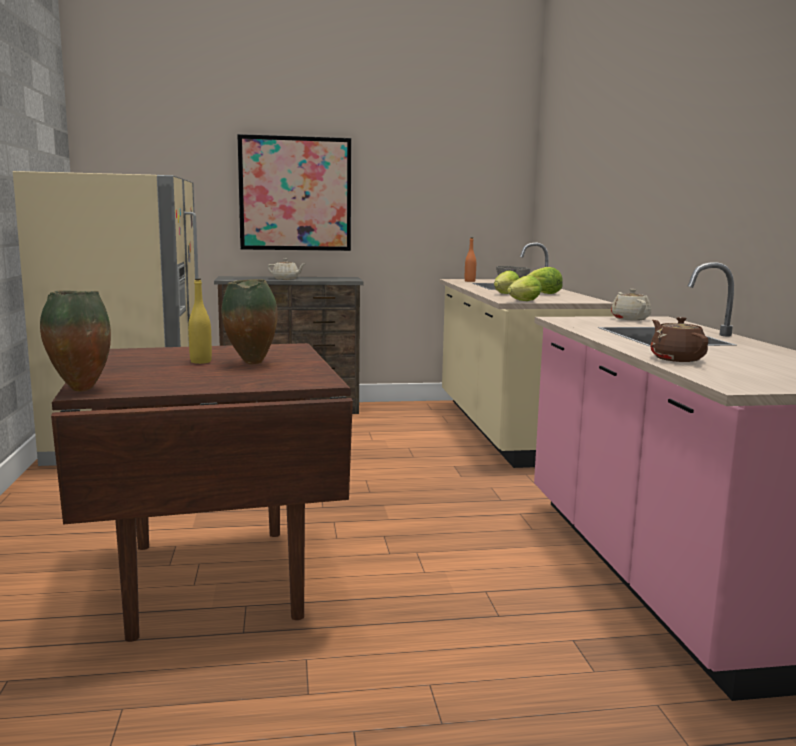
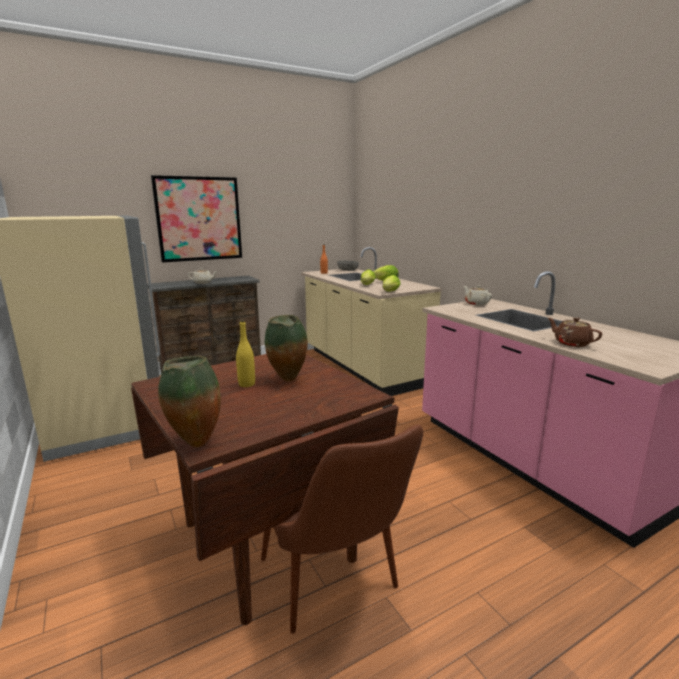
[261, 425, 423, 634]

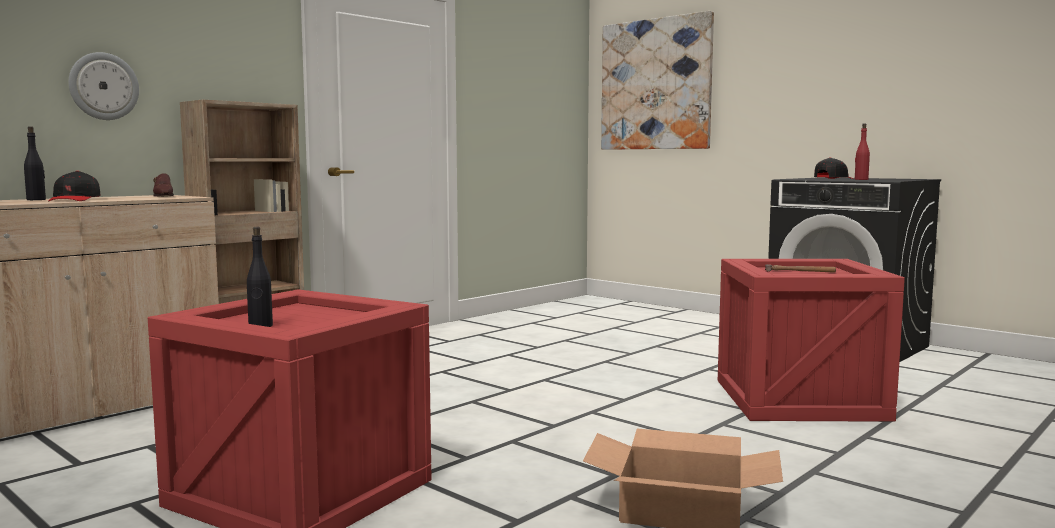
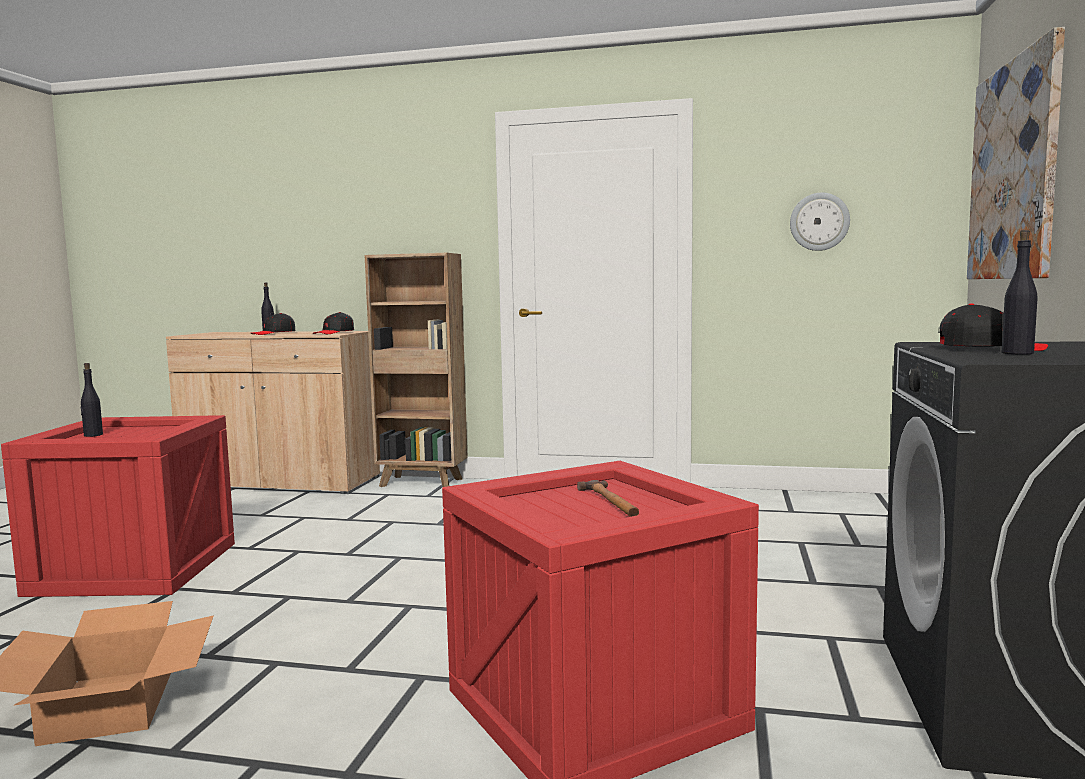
[313, 312, 354, 334]
[790, 193, 850, 251]
[1002, 230, 1037, 354]

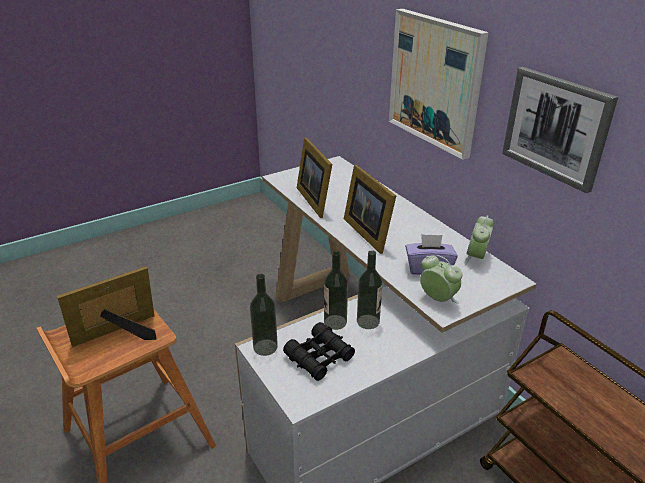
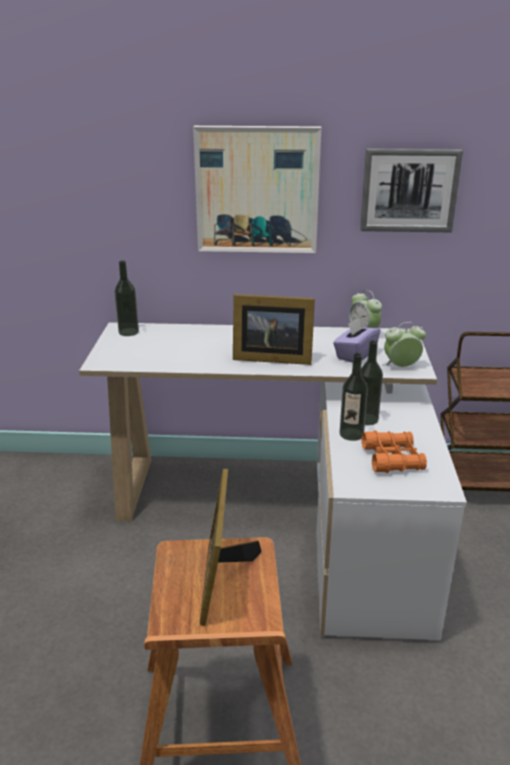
[115, 260, 139, 336]
[361, 430, 427, 473]
[297, 138, 332, 218] (first image)

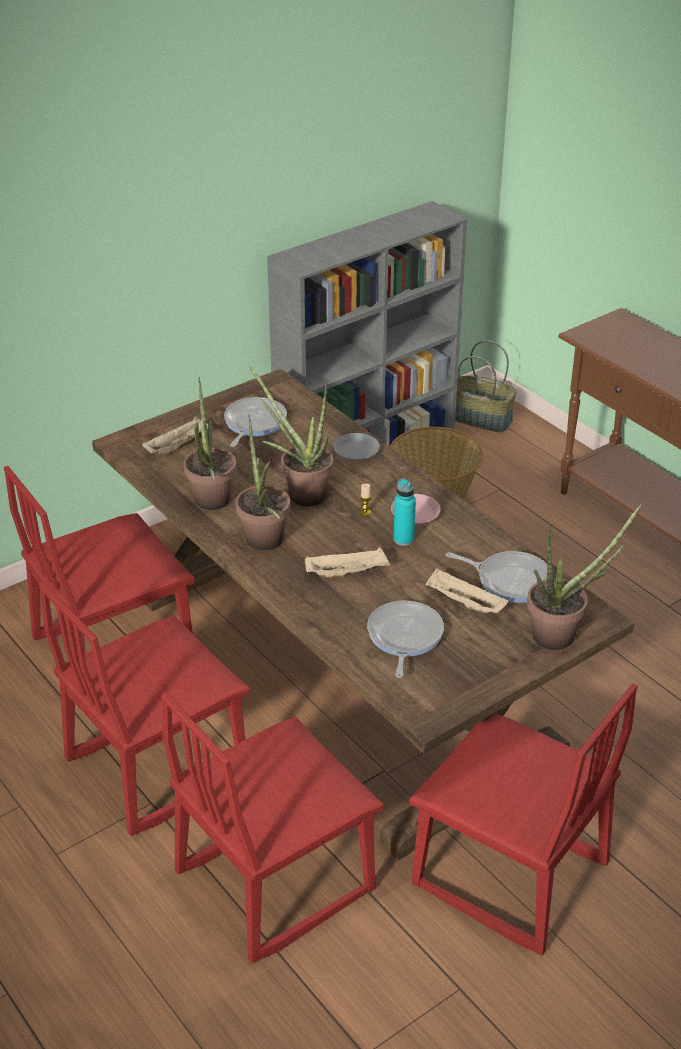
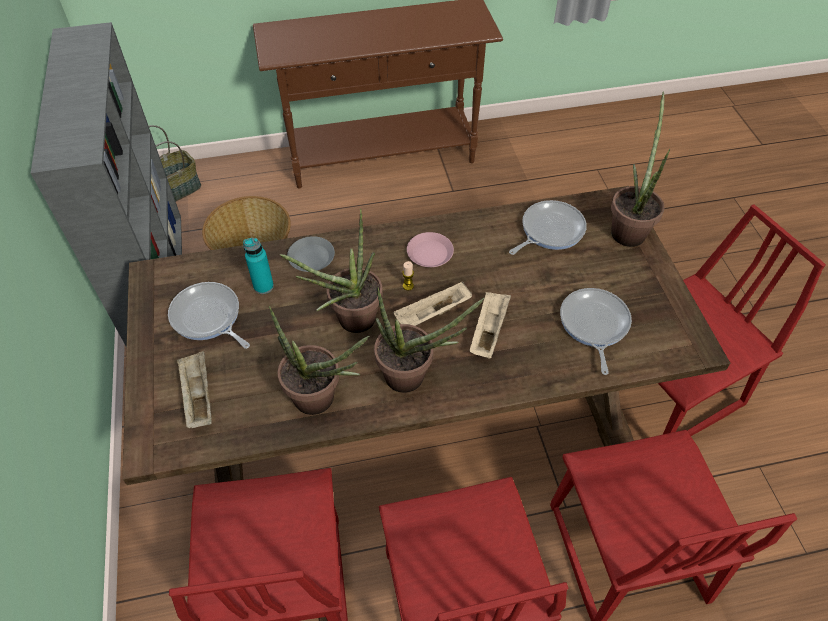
[243, 238, 274, 294]
[393, 281, 472, 326]
[560, 288, 632, 375]

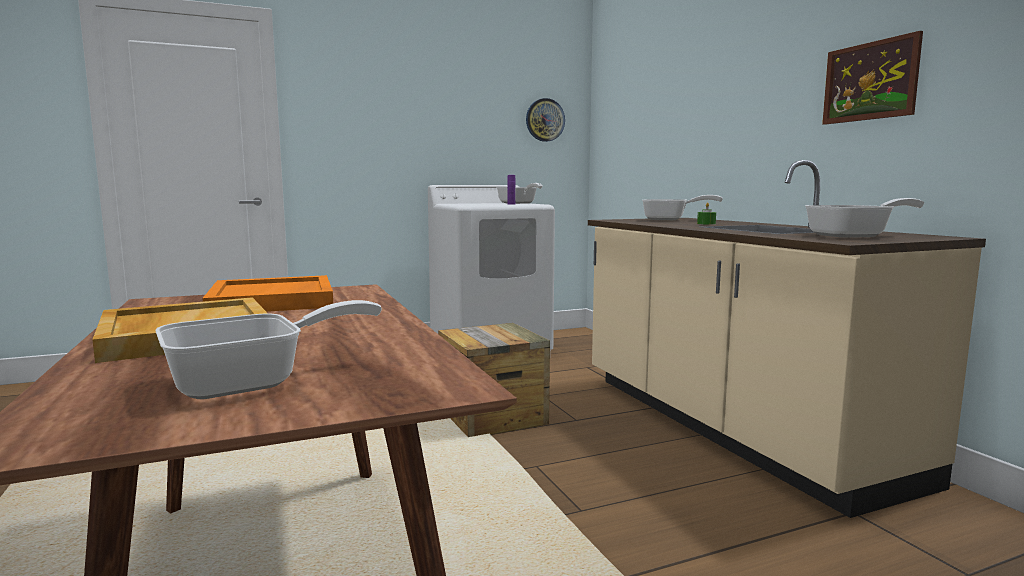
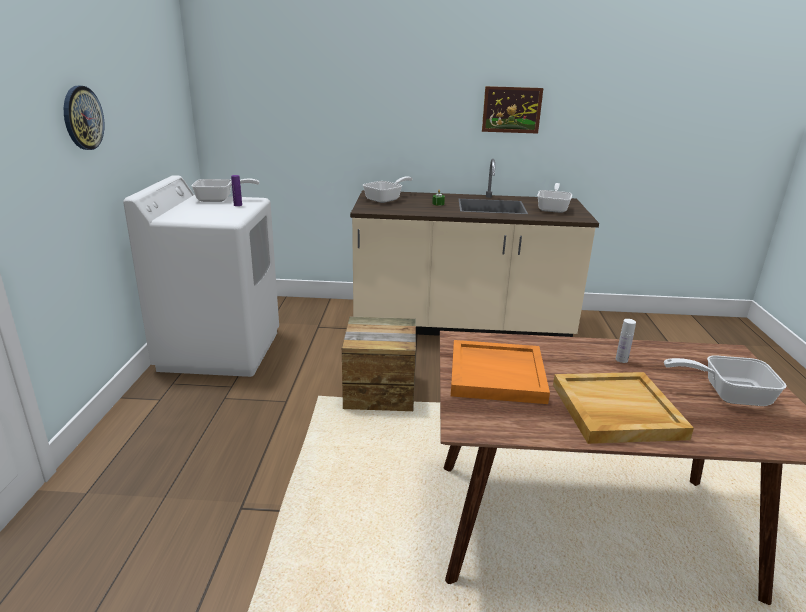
[64, 86, 105, 150]
[616, 319, 636, 363]
[664, 355, 787, 406]

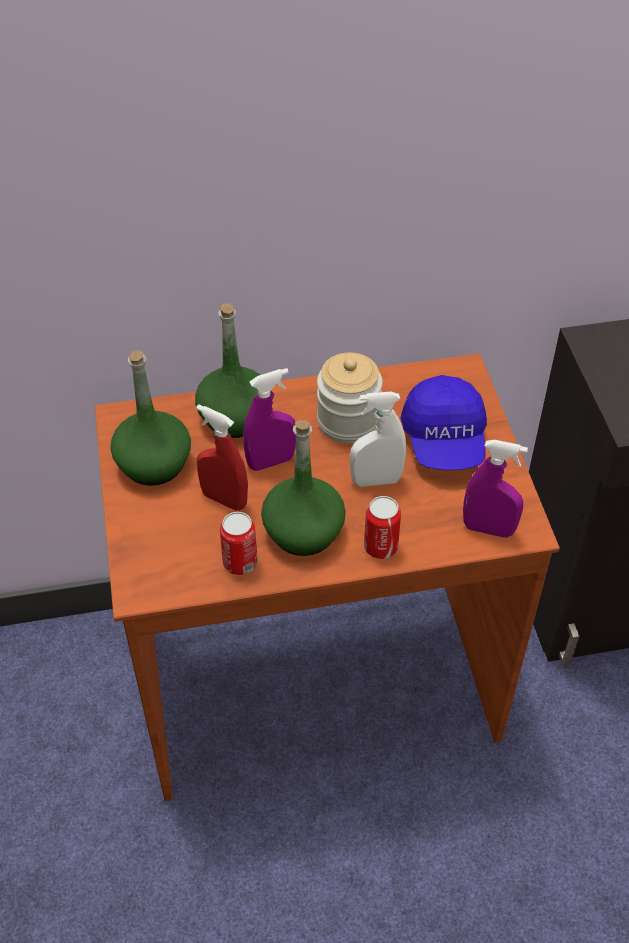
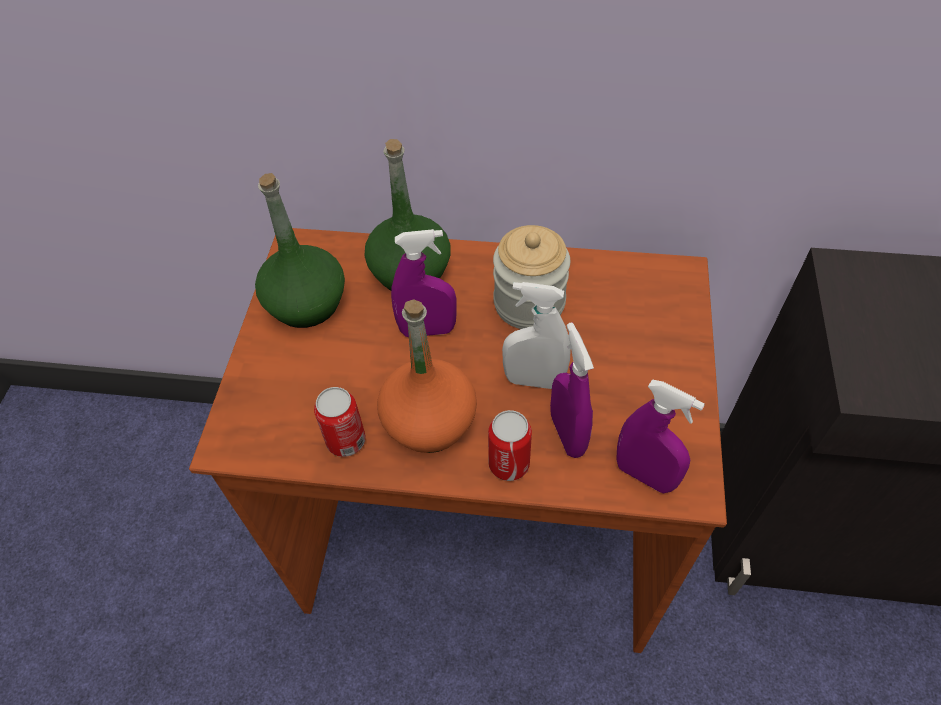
[377, 299, 477, 453]
[550, 322, 594, 458]
[196, 404, 248, 511] (first image)
[400, 375, 487, 470] (first image)

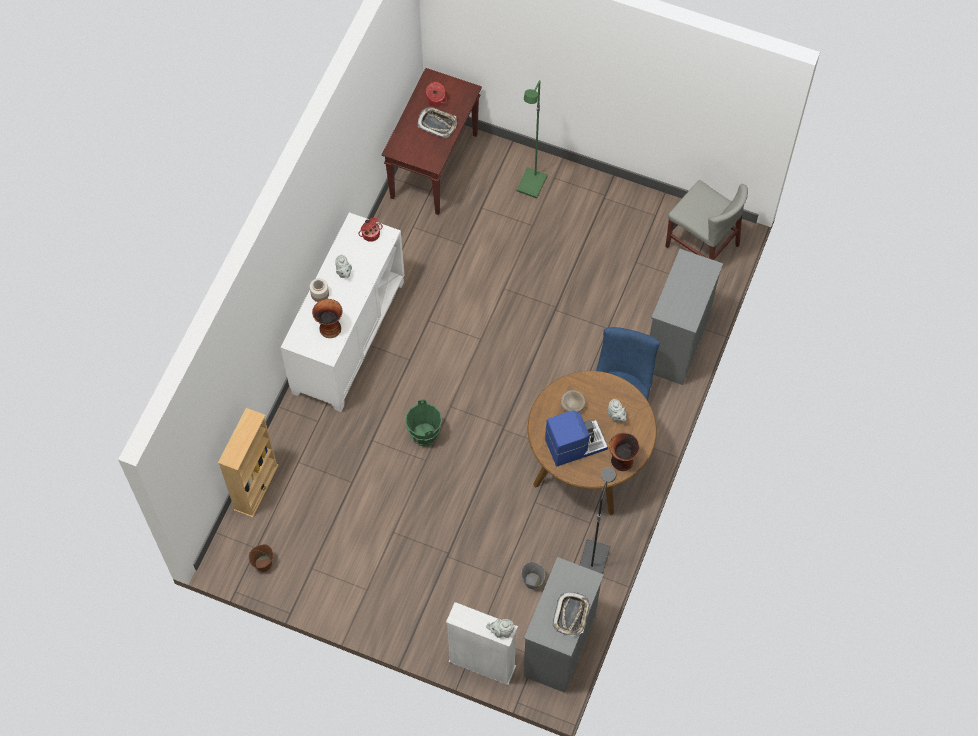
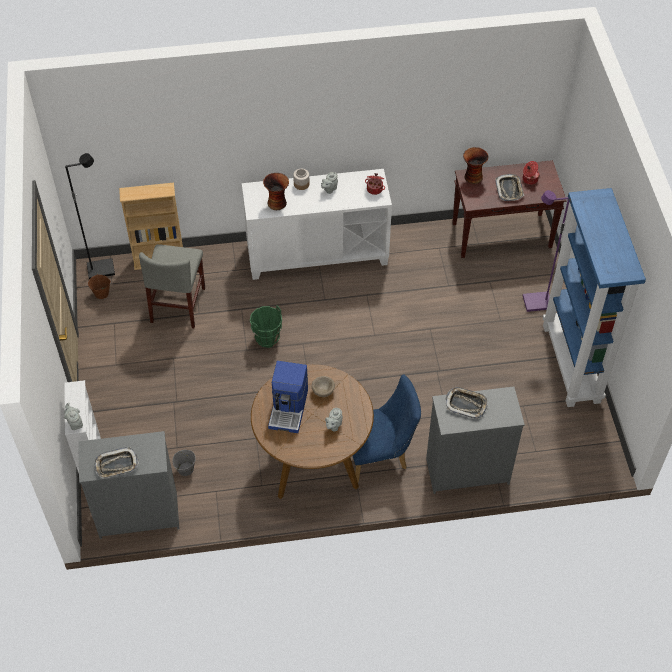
[65, 153, 115, 279]
[139, 244, 205, 328]
[268, 361, 308, 433]
[446, 387, 488, 419]
[463, 147, 488, 184]
[523, 190, 569, 312]
[543, 188, 646, 407]

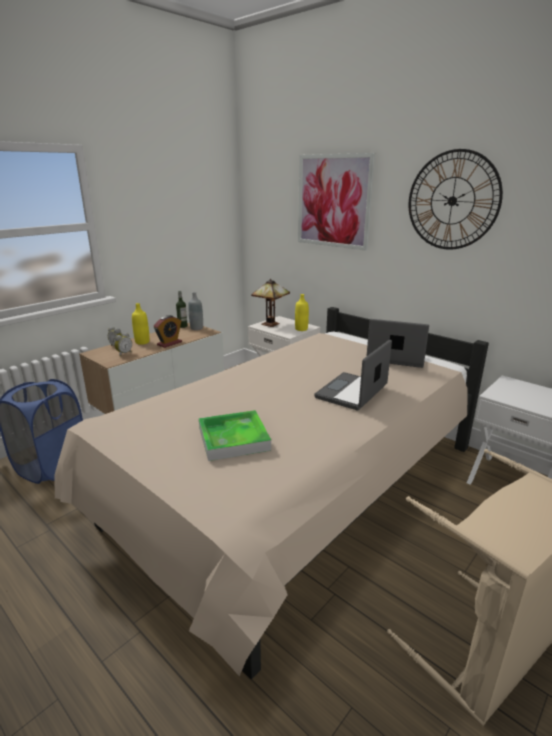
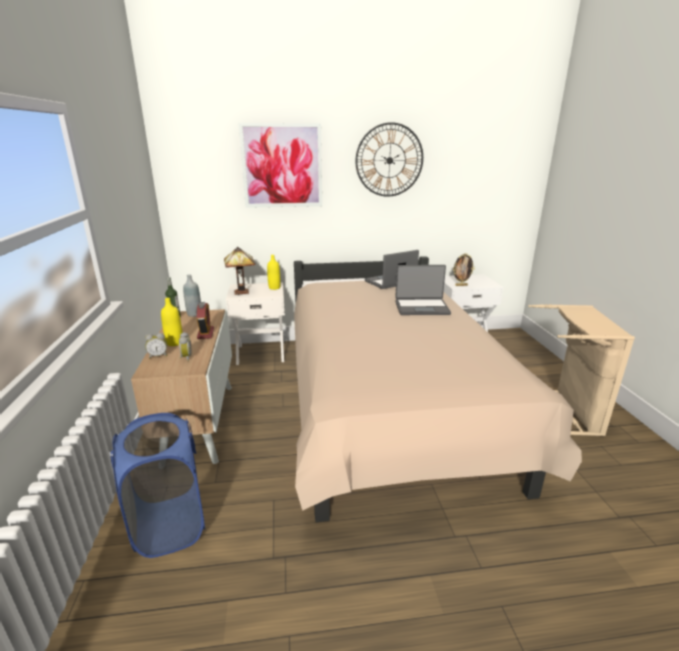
[395, 265, 451, 315]
[453, 253, 475, 286]
[199, 410, 271, 461] (first image)

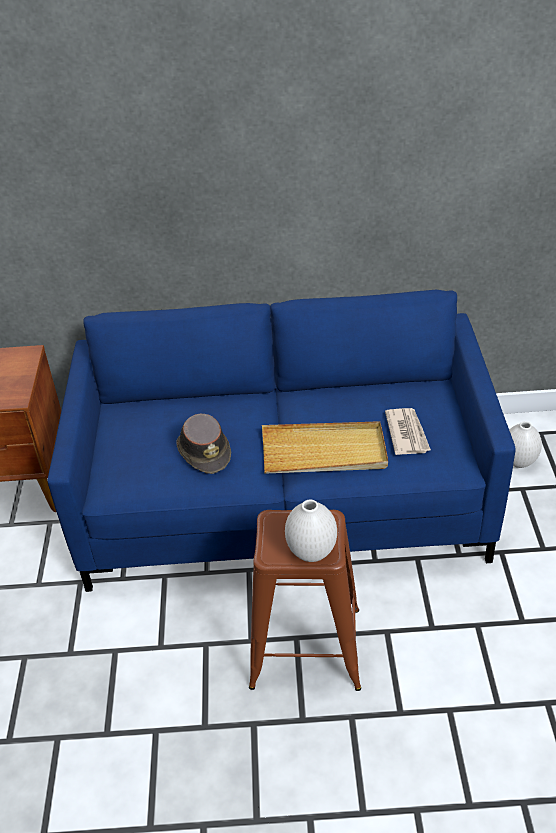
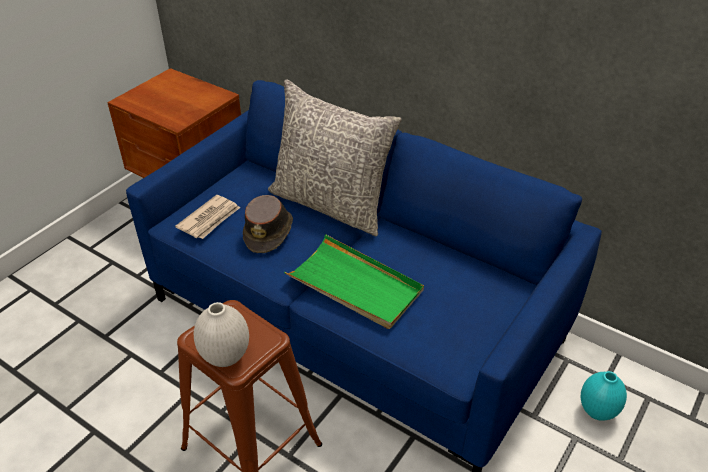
[175, 195, 240, 239]
[268, 79, 401, 236]
[284, 234, 424, 329]
[581, 371, 627, 421]

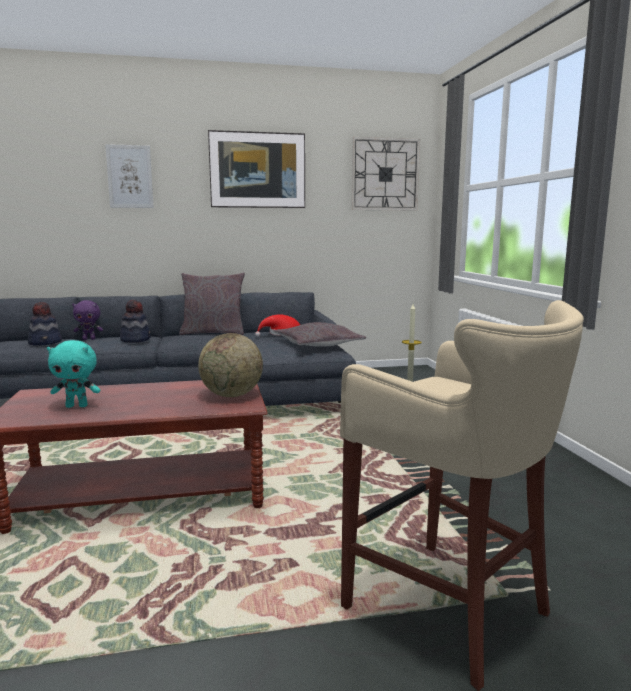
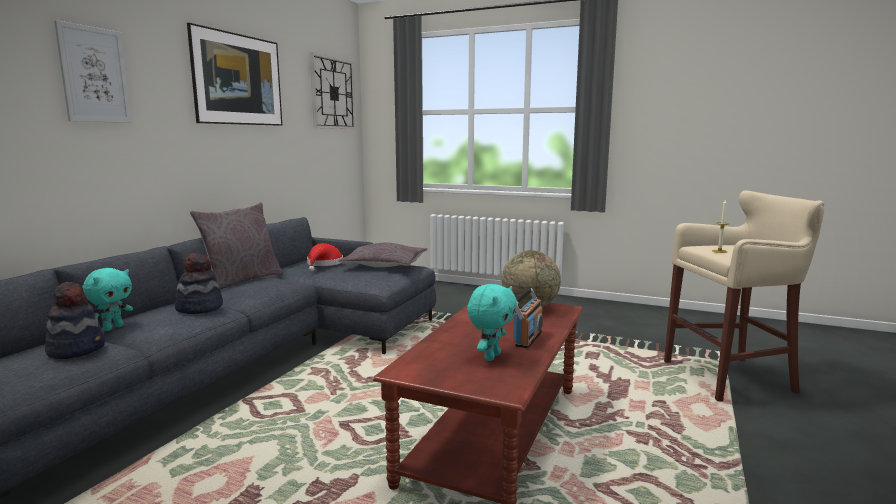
[82, 268, 133, 331]
[513, 288, 543, 348]

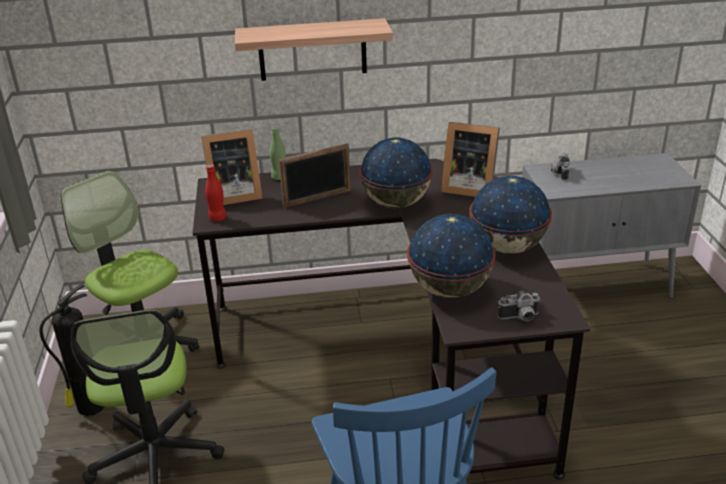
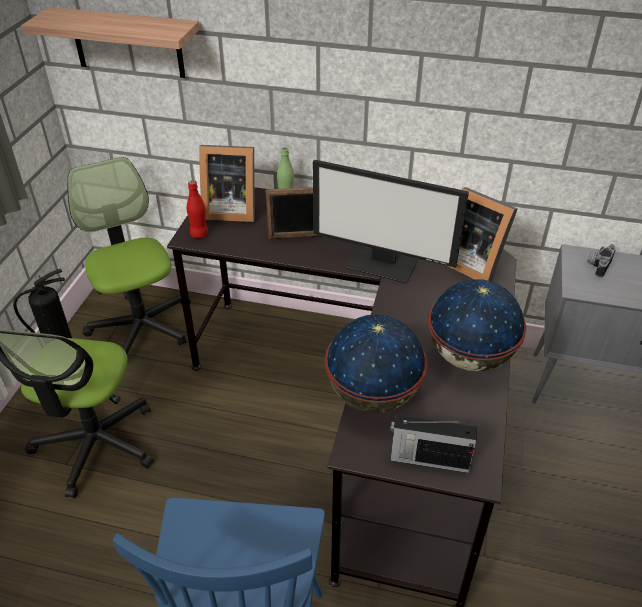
[21, 7, 200, 78]
[313, 160, 469, 284]
[390, 415, 477, 473]

